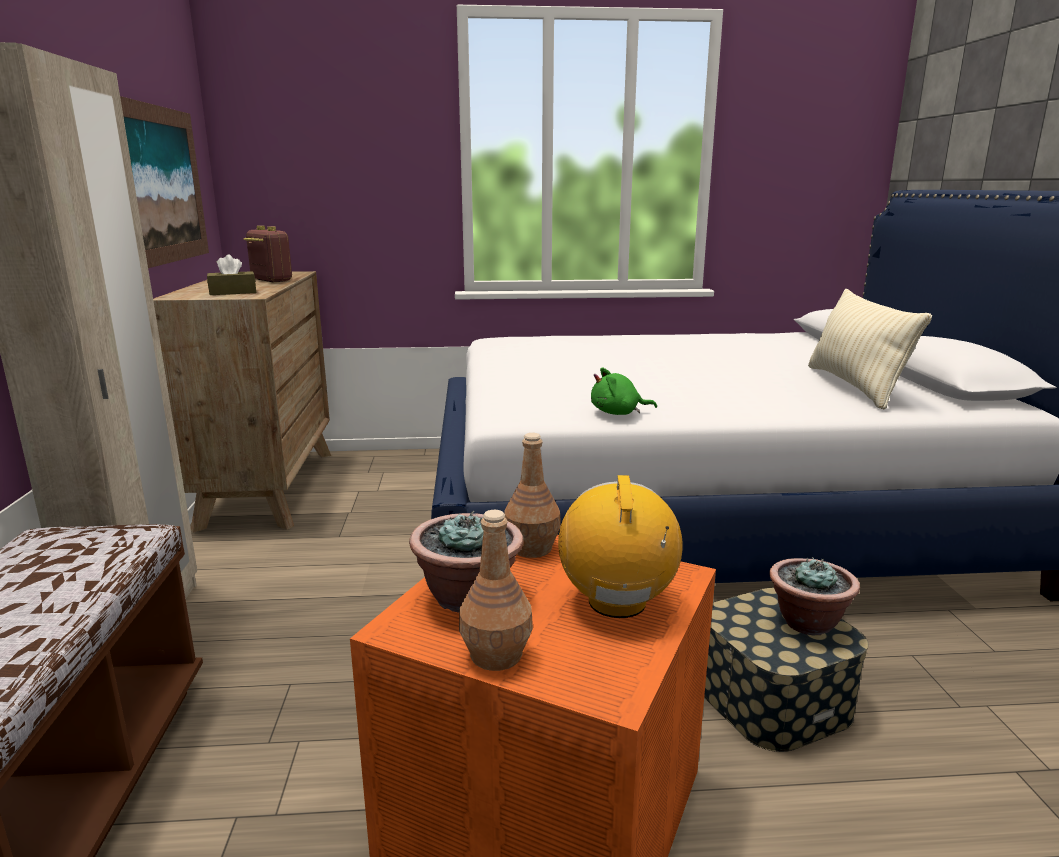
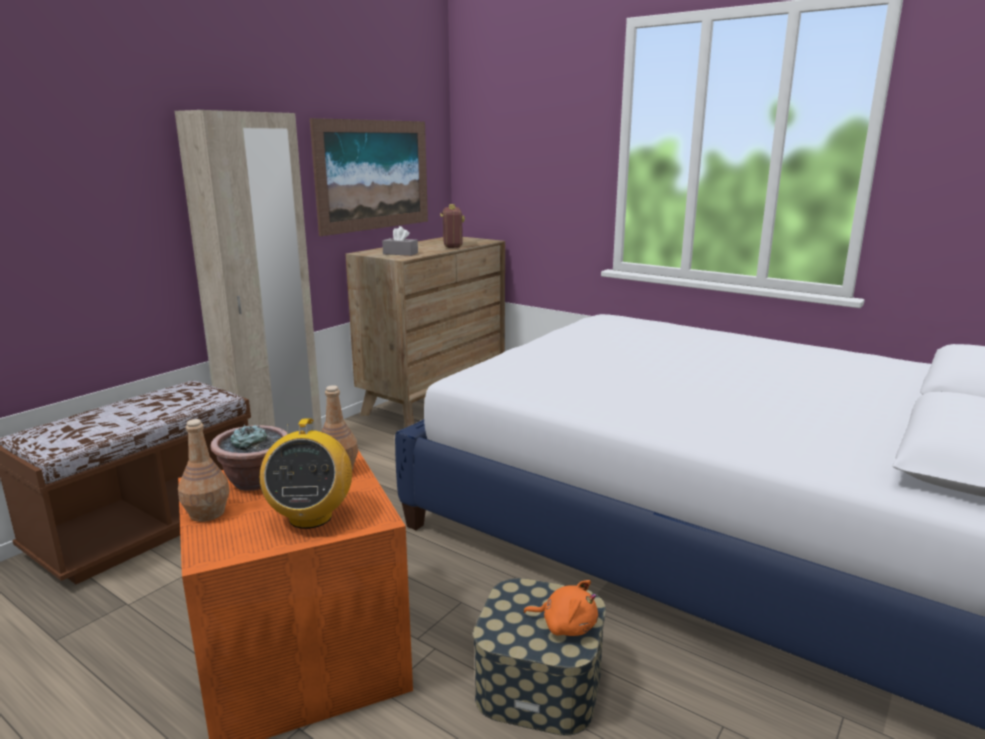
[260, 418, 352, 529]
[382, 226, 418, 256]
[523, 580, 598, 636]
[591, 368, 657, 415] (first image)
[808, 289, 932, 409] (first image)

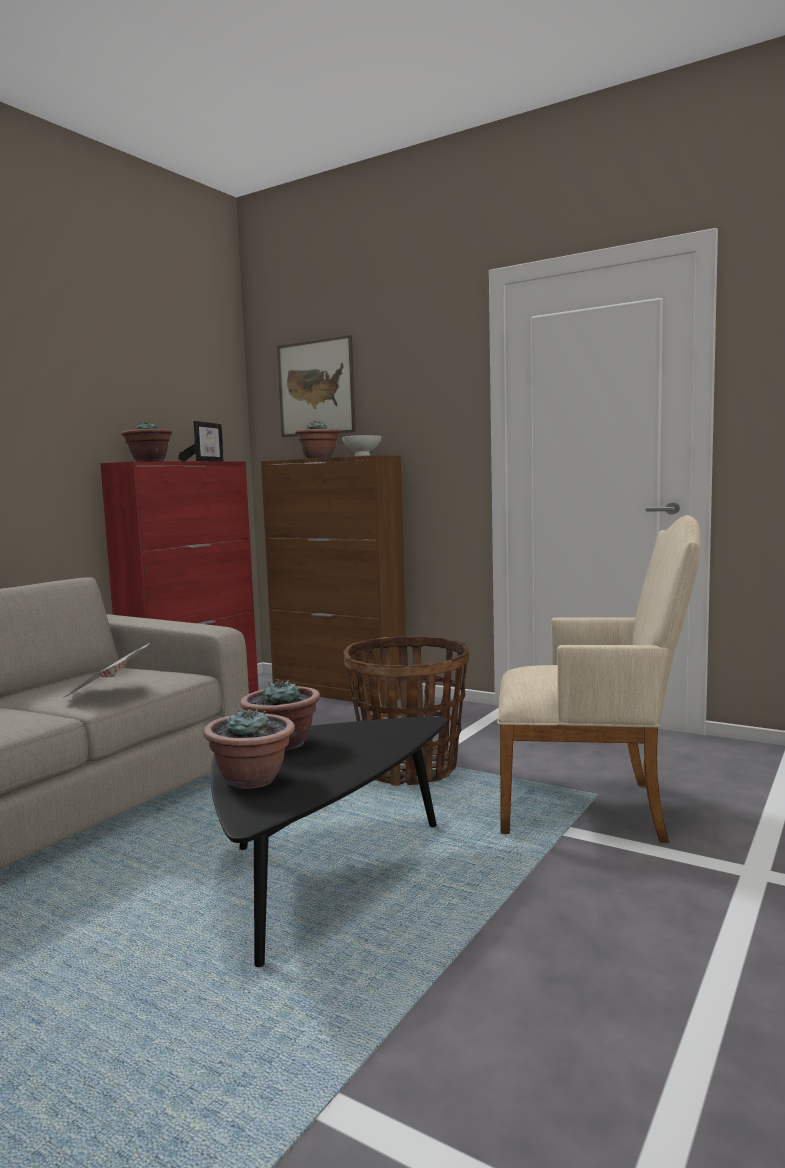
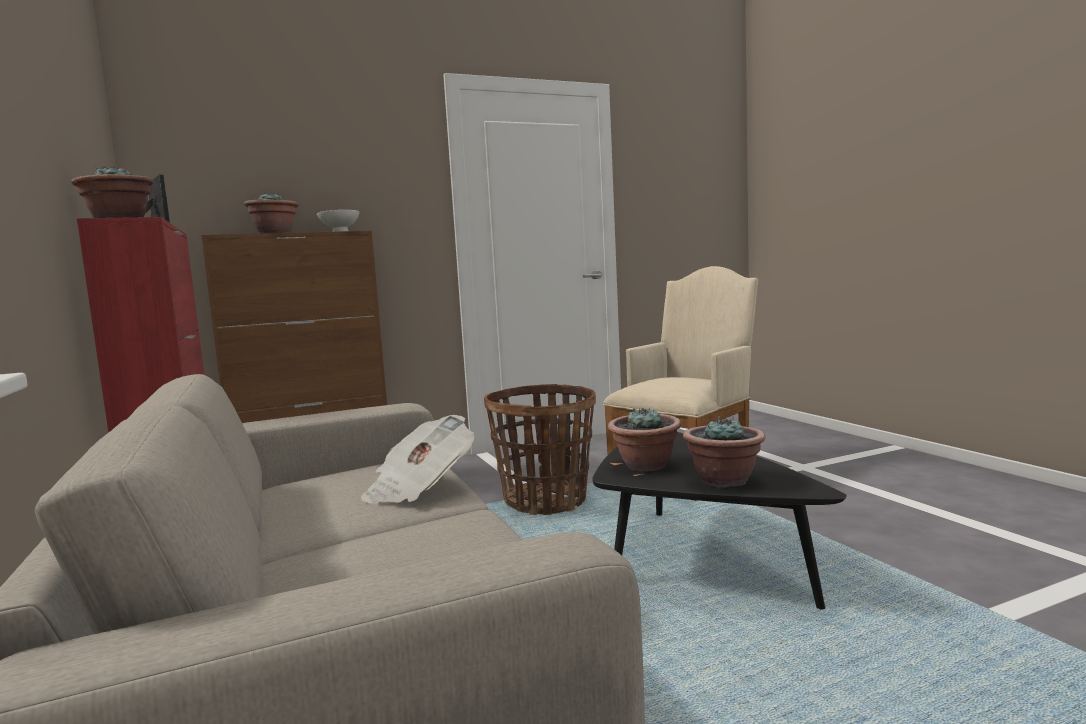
[277, 335, 356, 437] (first image)

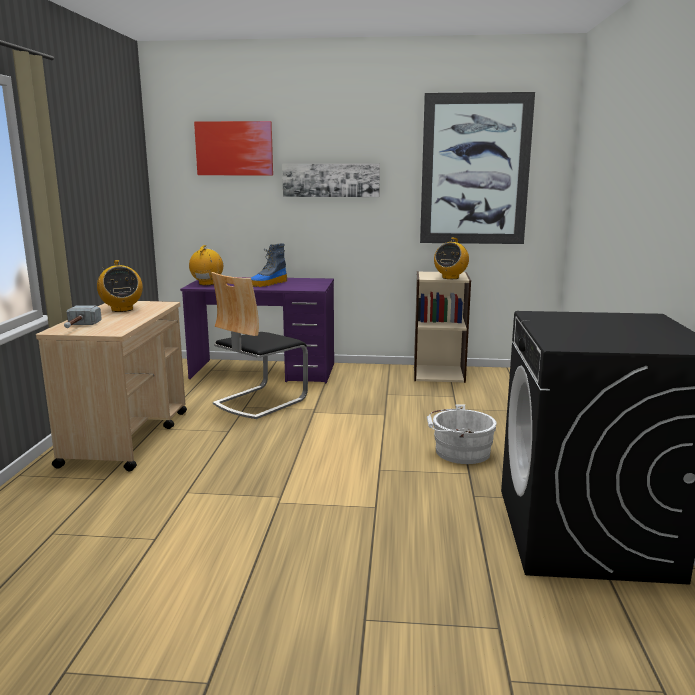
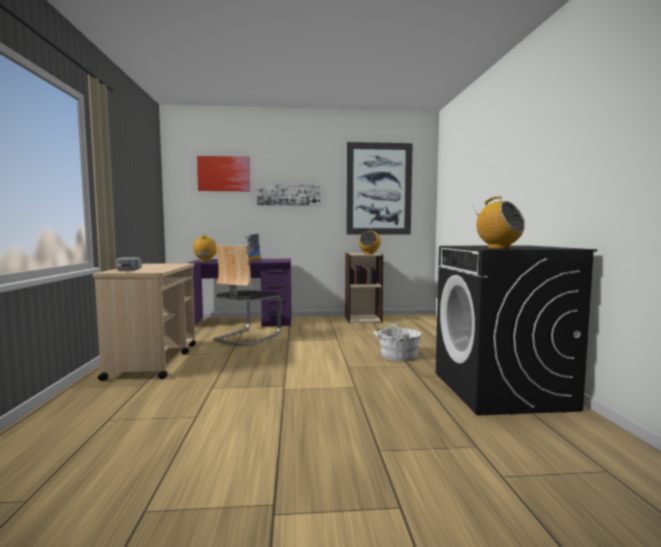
[473, 196, 525, 249]

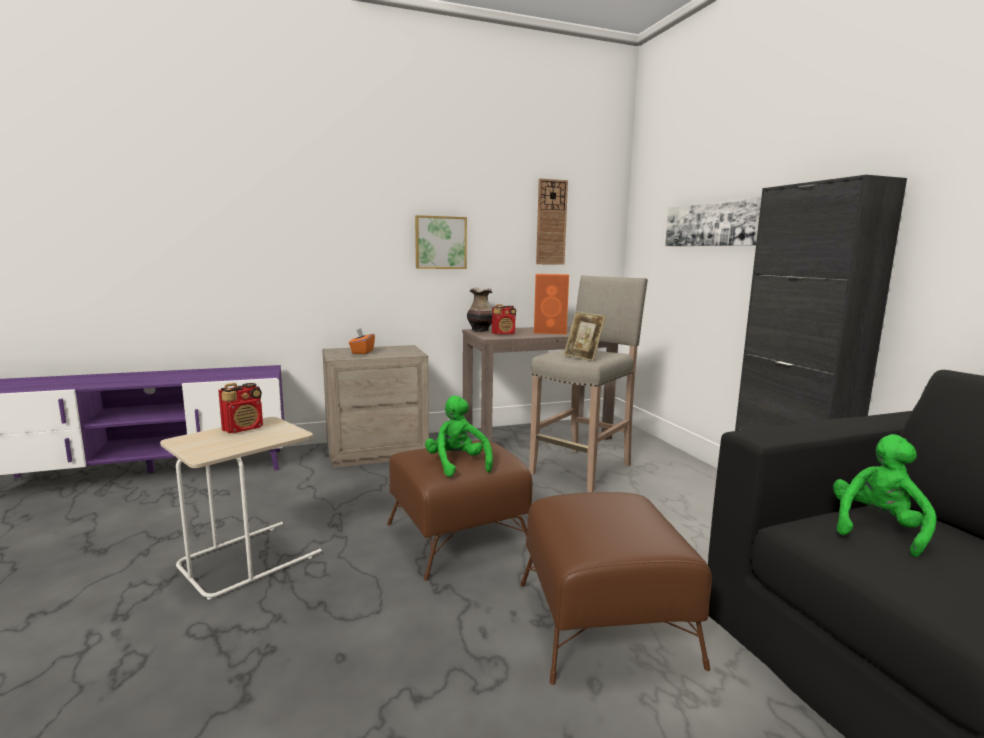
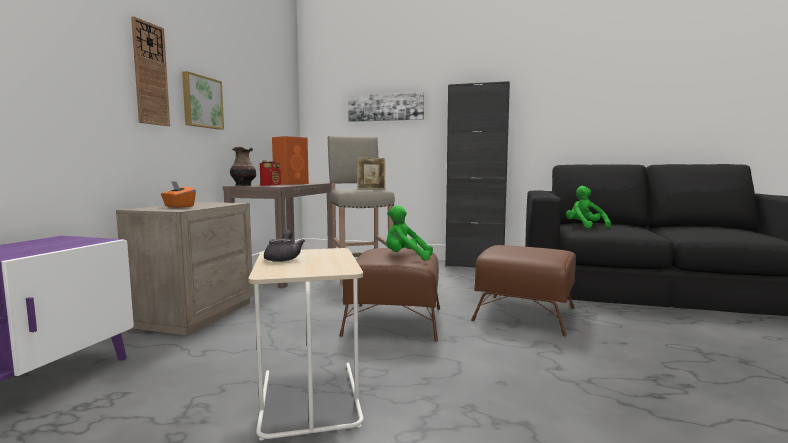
[131, 16, 170, 126]
[264, 230, 305, 262]

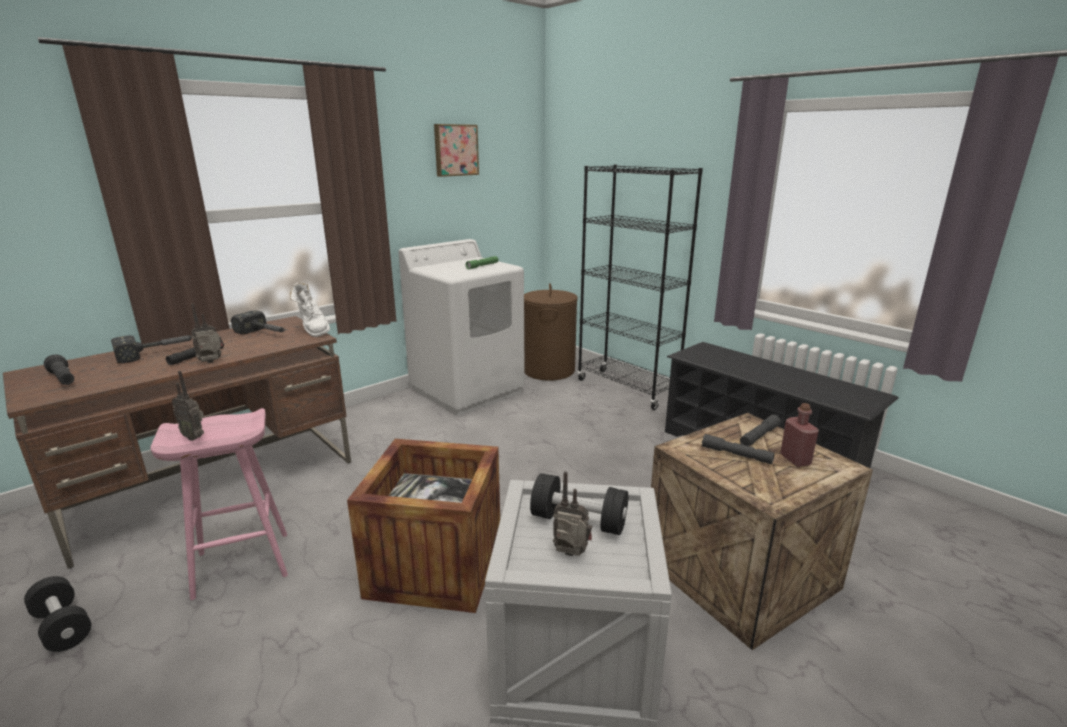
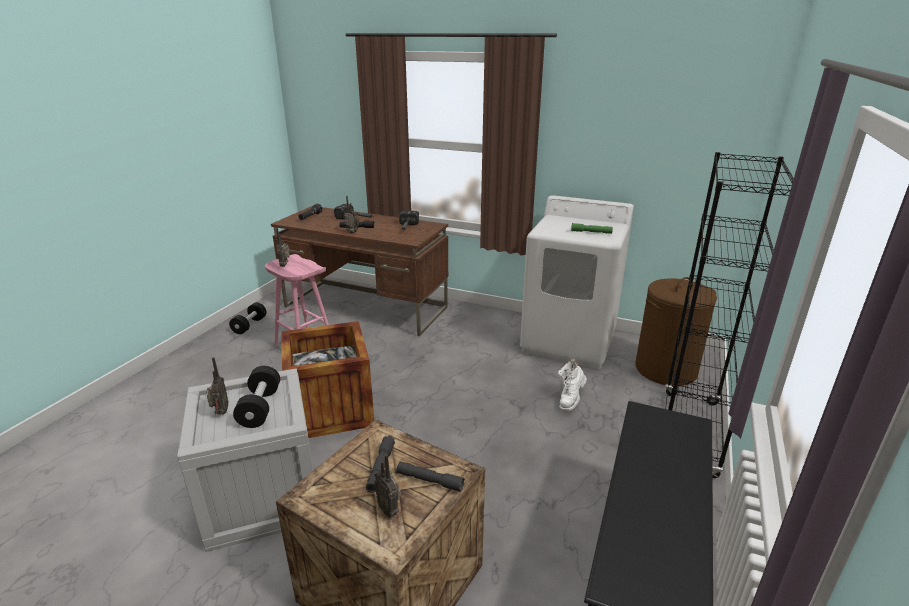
[374, 454, 401, 518]
[558, 360, 587, 411]
[434, 124, 479, 177] (first image)

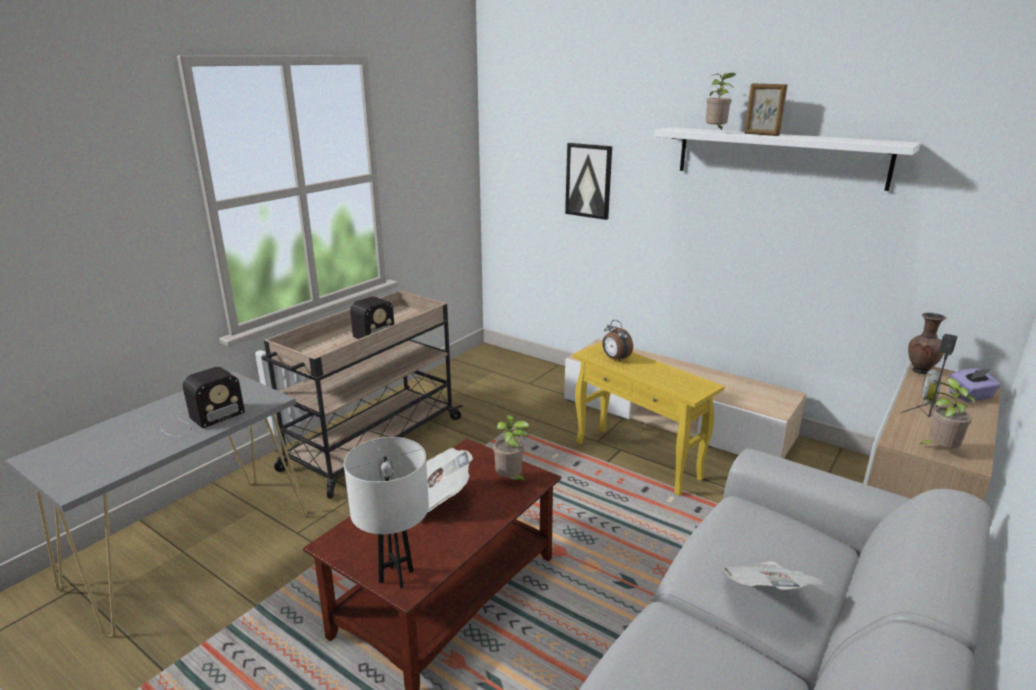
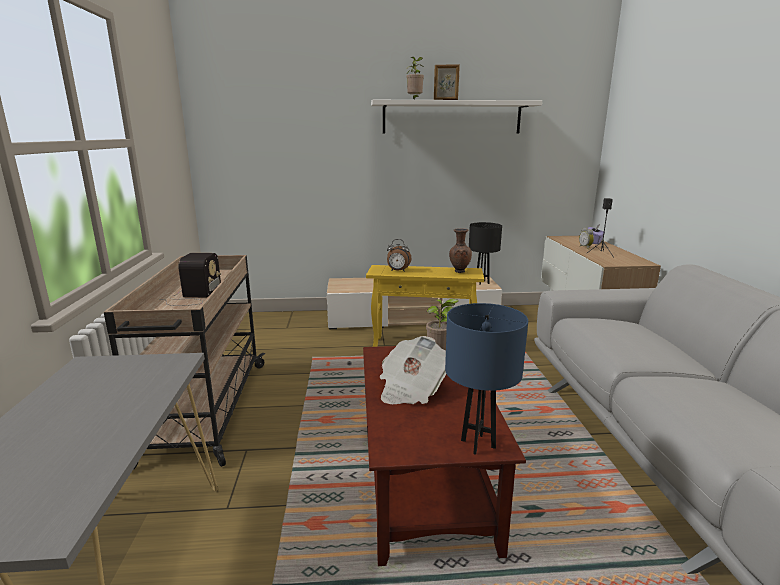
[445, 303, 528, 455]
[449, 228, 472, 273]
[469, 222, 502, 285]
[160, 367, 245, 438] (first image)
[565, 143, 612, 220] (first image)
[723, 561, 823, 590] (first image)
[920, 377, 975, 448] (first image)

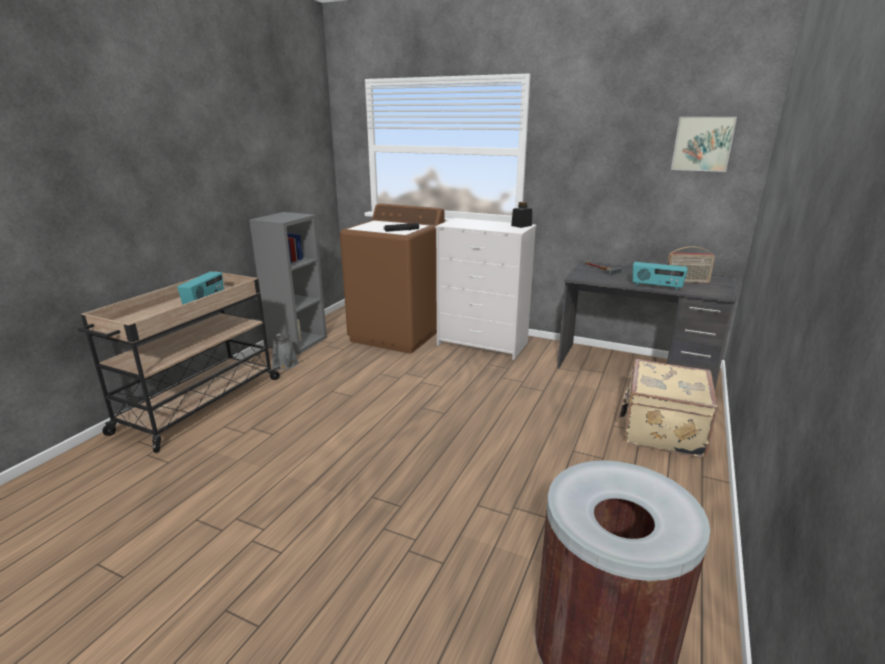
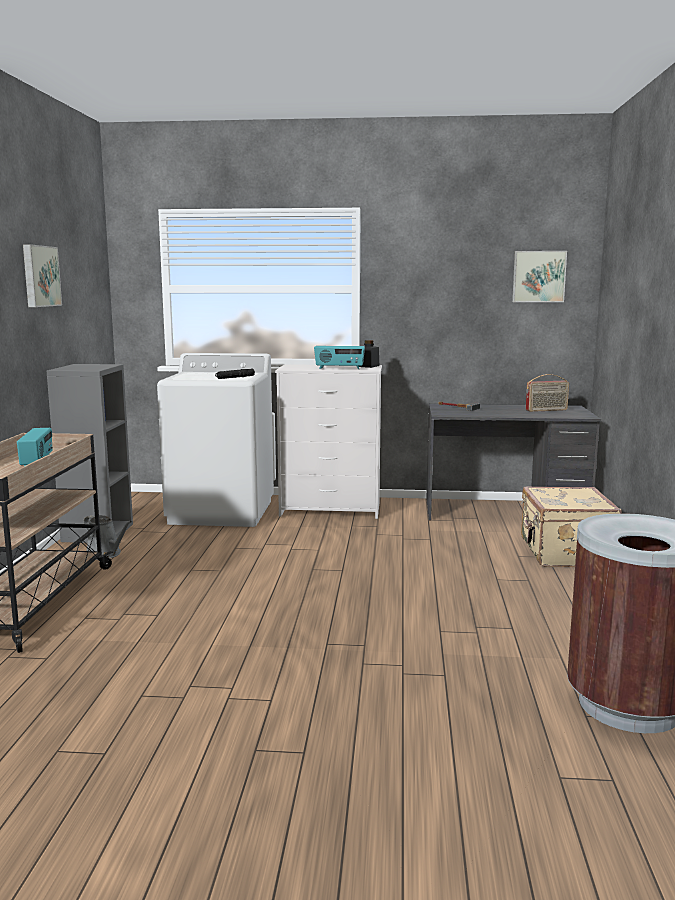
[23, 244, 62, 307]
[157, 353, 274, 527]
[314, 346, 365, 369]

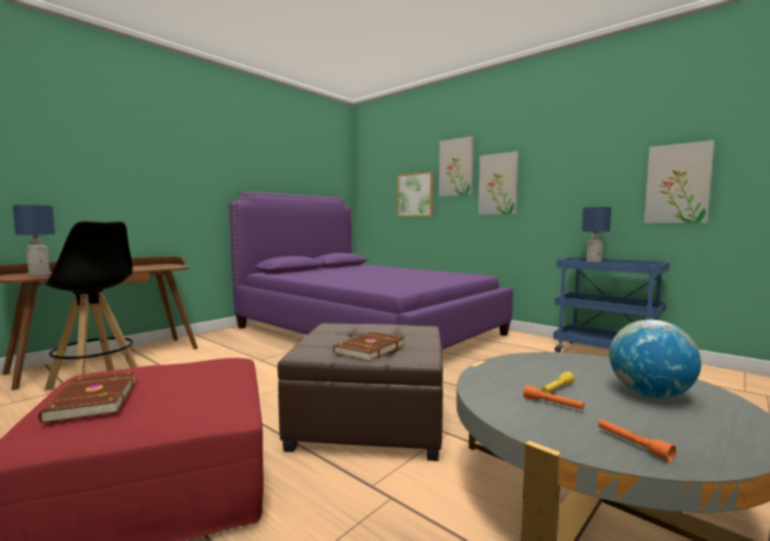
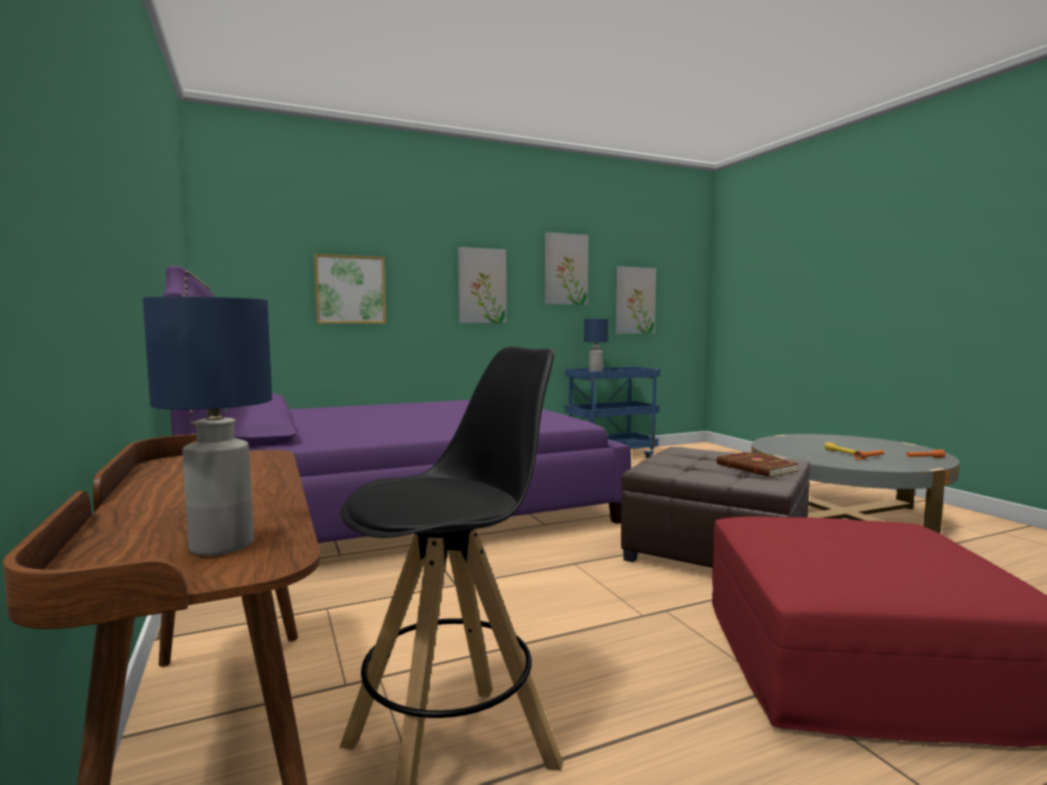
[545, 232, 588, 305]
[38, 371, 136, 423] (first image)
[609, 319, 701, 398] (first image)

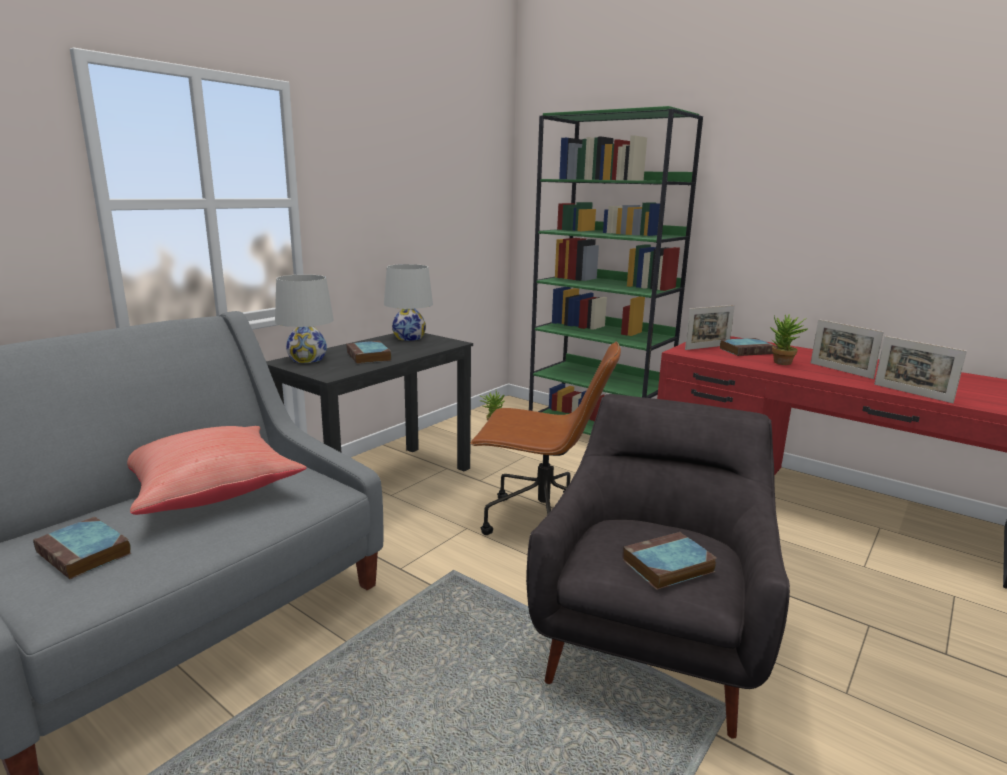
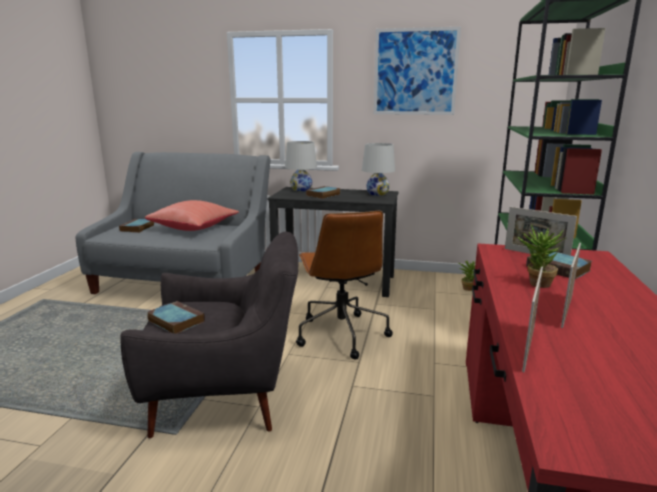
[374, 27, 461, 115]

